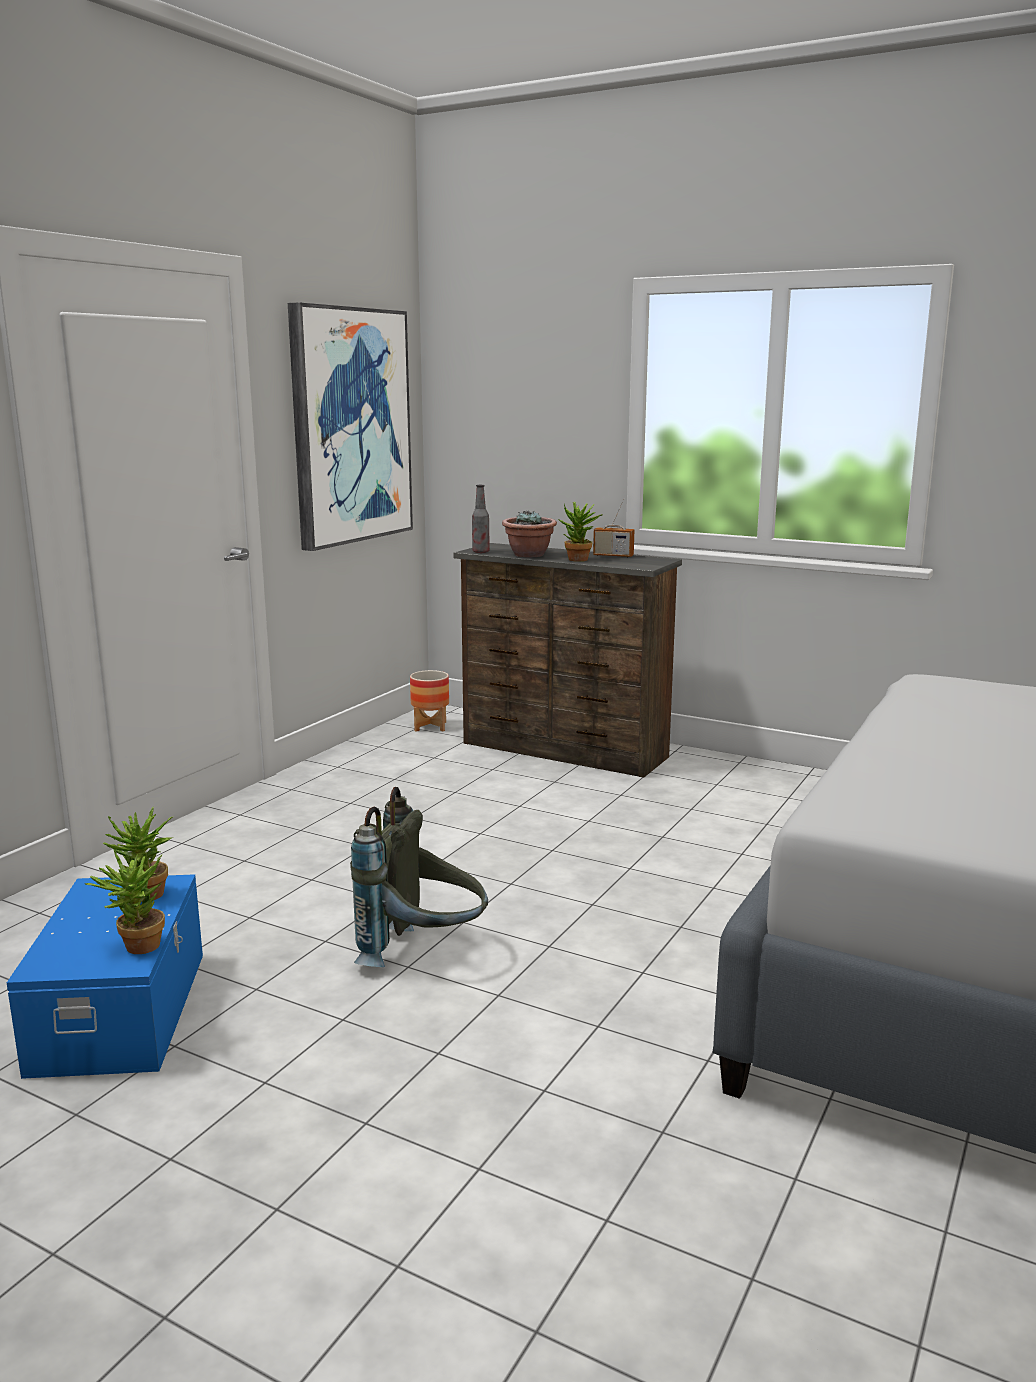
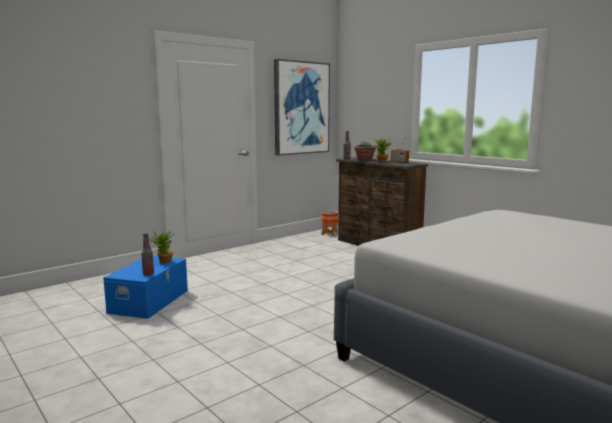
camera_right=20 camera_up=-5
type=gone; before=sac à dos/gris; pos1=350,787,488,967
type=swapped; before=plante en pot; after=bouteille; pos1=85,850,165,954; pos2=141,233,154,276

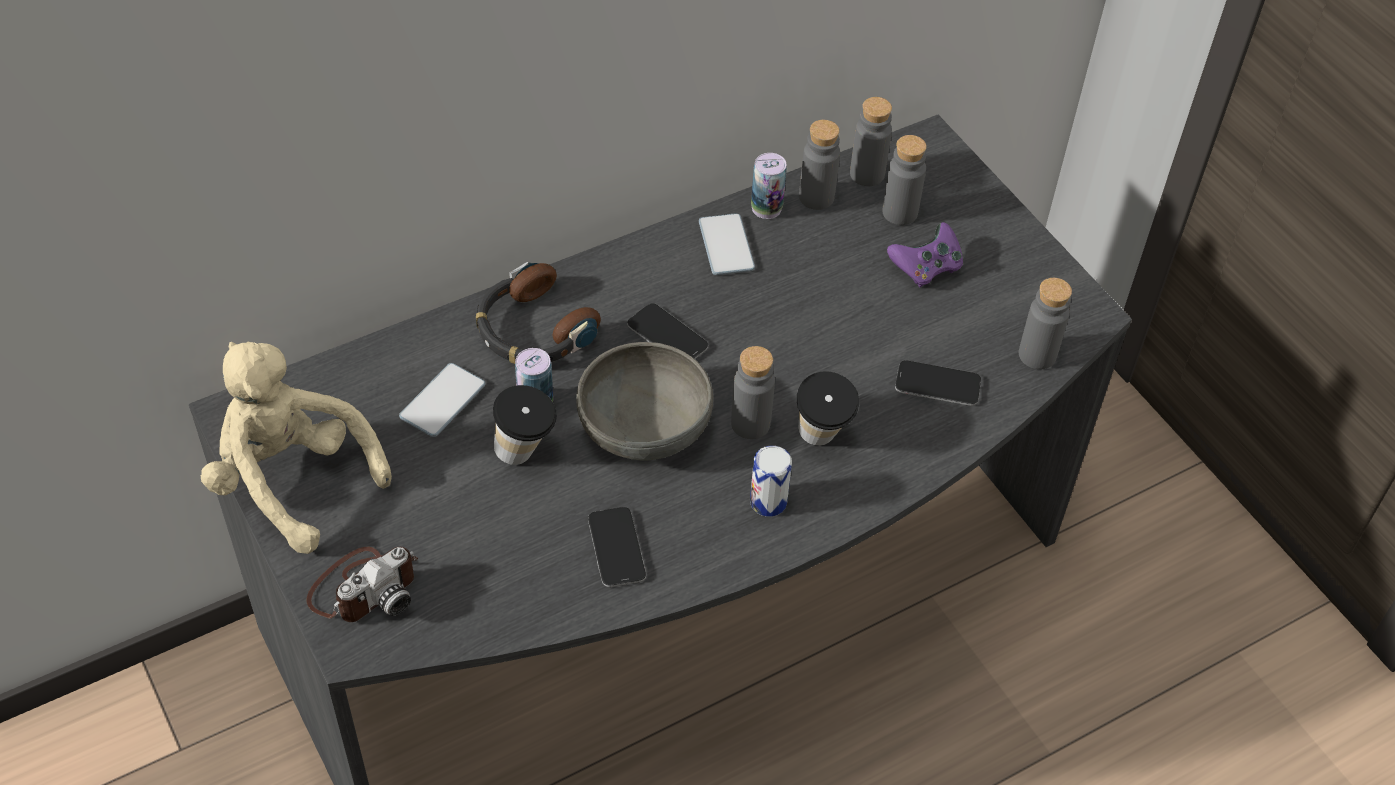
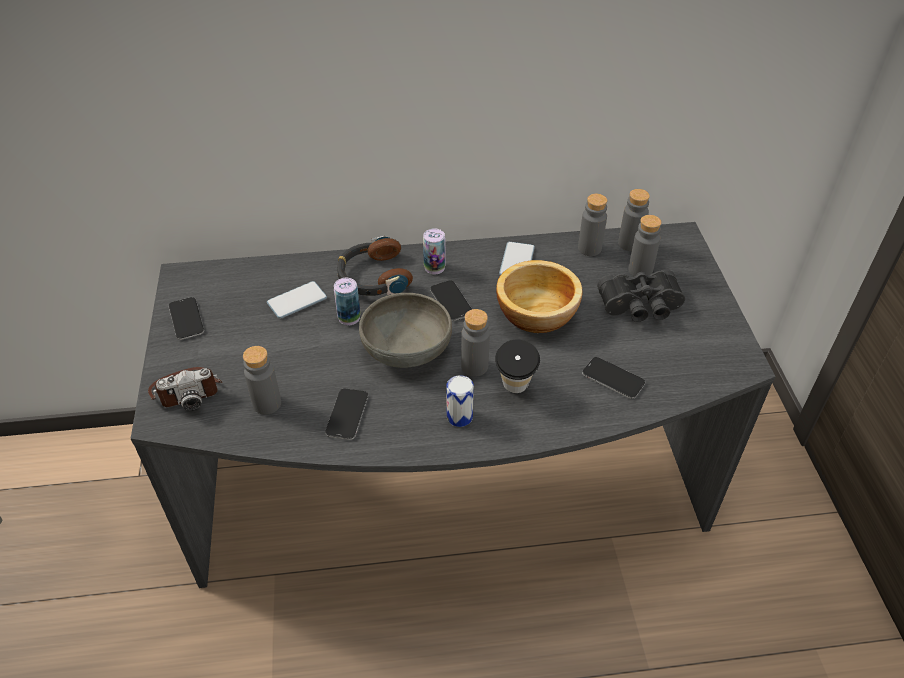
camera_right=25 camera_up=-5
type=shifted; before=boîte métallique; pos1=751,153,787,219; pos2=423,228,446,274
type=swapped; before=manette/violet; after=jumelles/noir; pos1=887,222,963,287; pos2=597,270,685,322
type=shifted; before=bouteille/gris; pos1=1019,278,1072,370; pos2=243,346,281,415
type=swapped; before=peluche/beige; after=téléphone; pos1=201,342,392,554; pos2=169,297,204,340
type=gone; before=tasse; pos1=493,385,557,465
type=new; after=bol; pos2=496,260,582,333

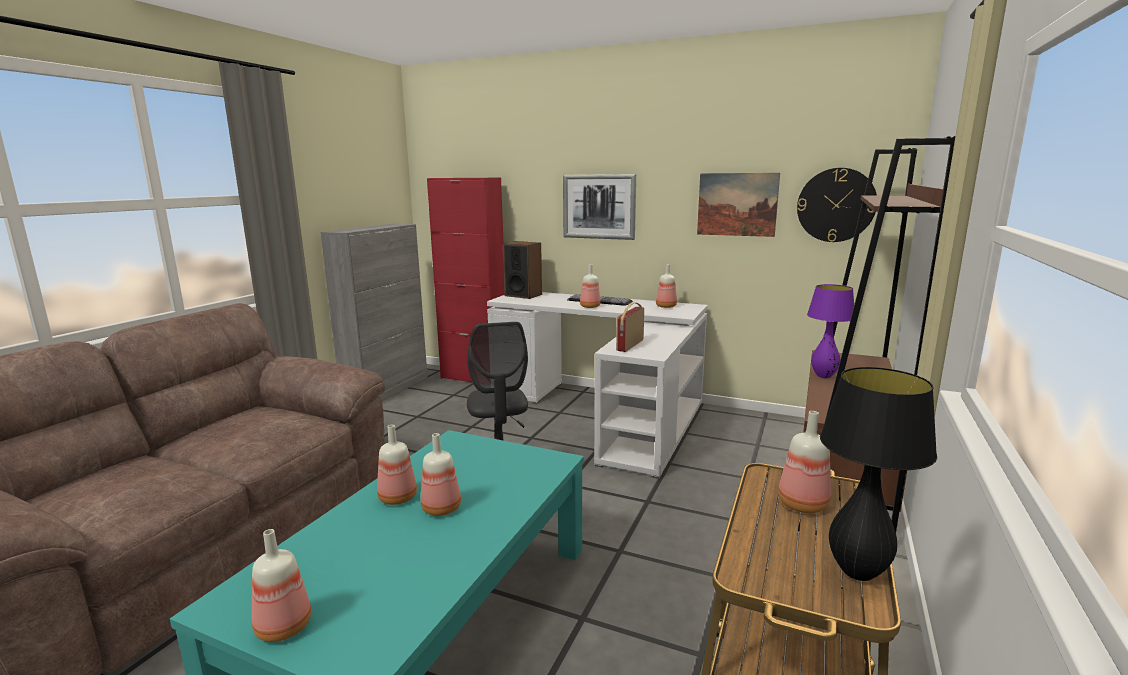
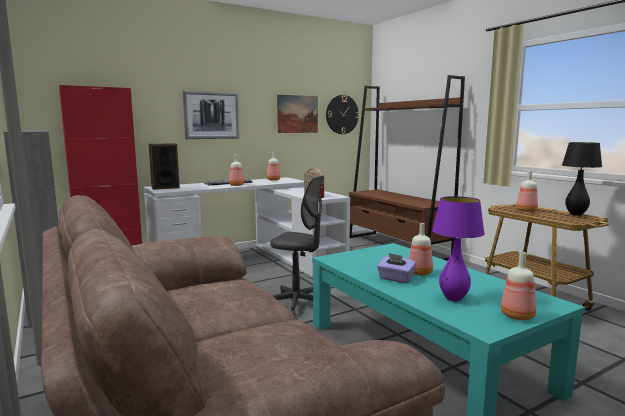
camera_right=-55 camera_up=-5
type=shifted; before=lampe de table/violet; pos1=807,284,854,378; pos2=432,196,485,302
type=swapped; before=bouteille; after=boîte à mouchoirs/violet; pos1=377,425,417,505; pos2=377,253,416,283

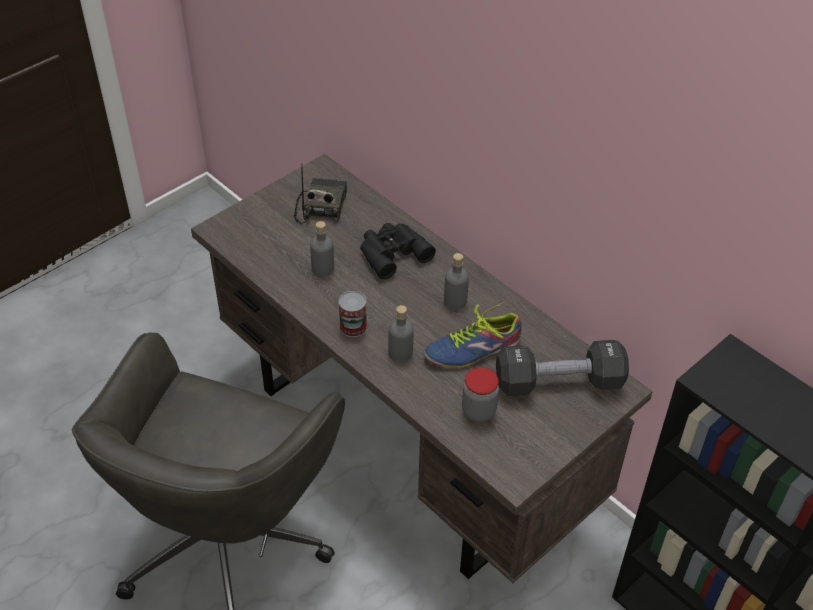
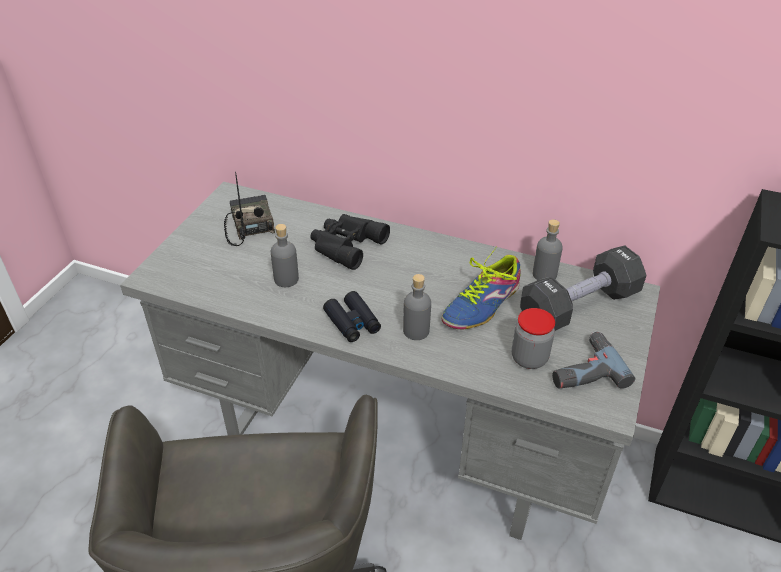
camera_right=-25 camera_up=-5
type=repainted; before=bureau/marron; after=bureau/gris; pos1=191,154,653,583; pos2=120,182,660,540
type=shifted; before=bouteille/gris; pos1=444,253,469,309; pos2=533,219,563,280
type=swapped; before=boîte métallique; after=jumelles/noir; pos1=338,291,367,337; pos2=323,291,381,342
type=new; after=perceuse; pos2=552,331,635,389

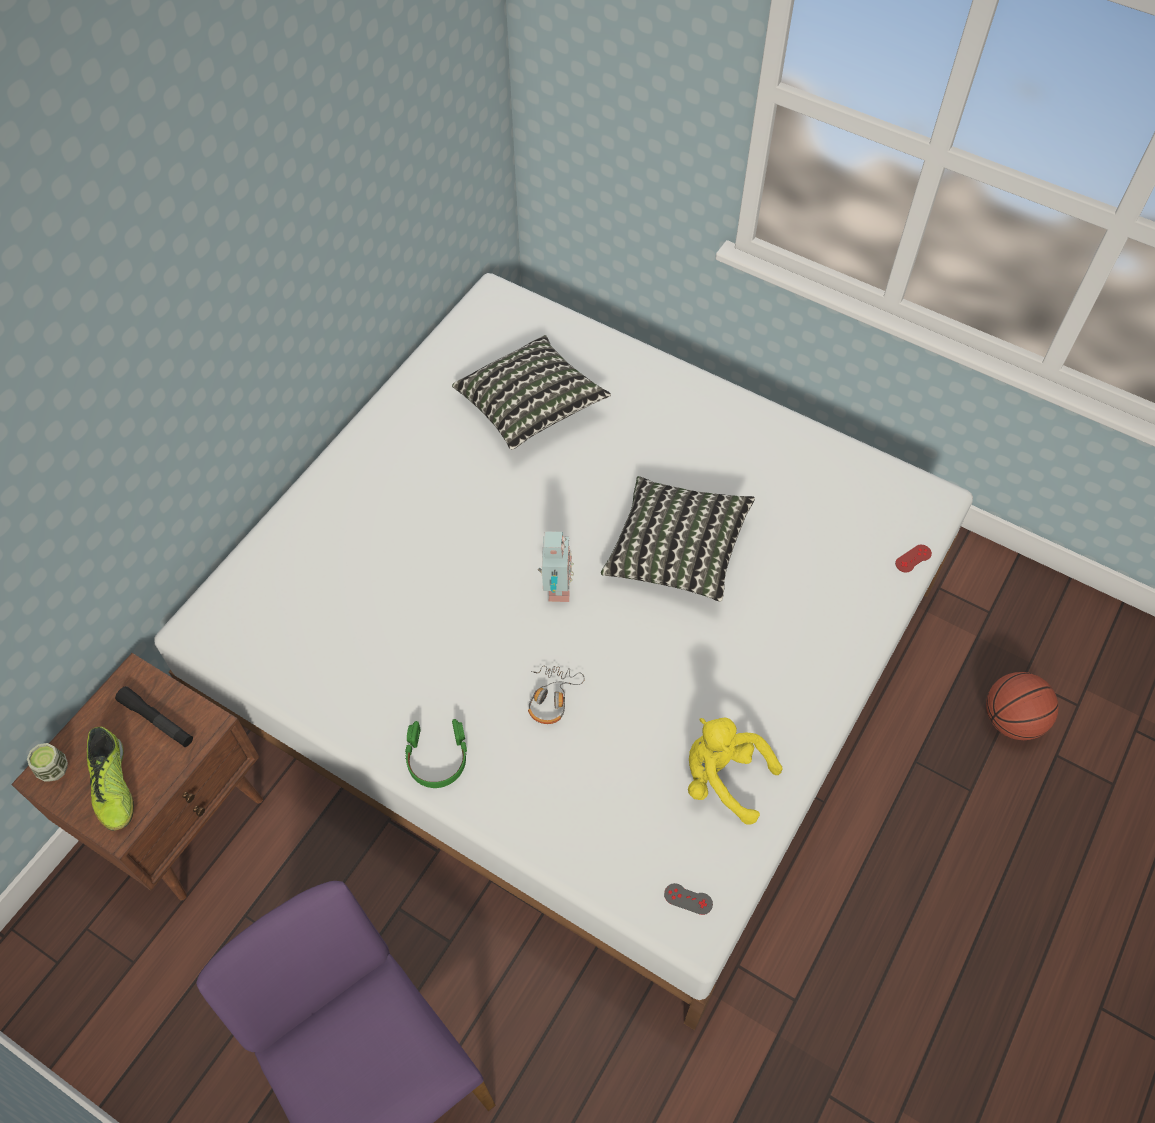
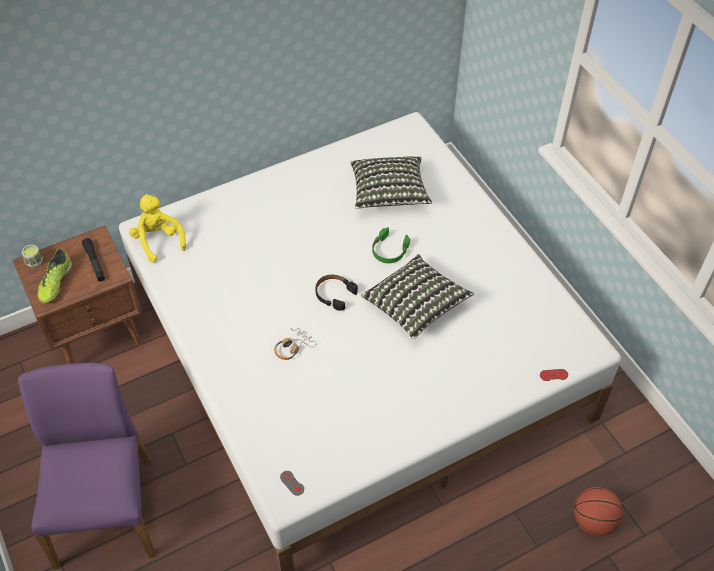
camera_right=30 camera_up=-5
type=swapped; before=robot jouet; after=casque audio/noir; pos1=538,532,574,602; pos2=315,275,358,311
type=shifted; before=peluche/jaune; pos1=688,718,783,825; pos2=129,194,186,263
type=shifted; before=casque audio/vert; pos1=405,719,467,788; pos2=372,227,410,263

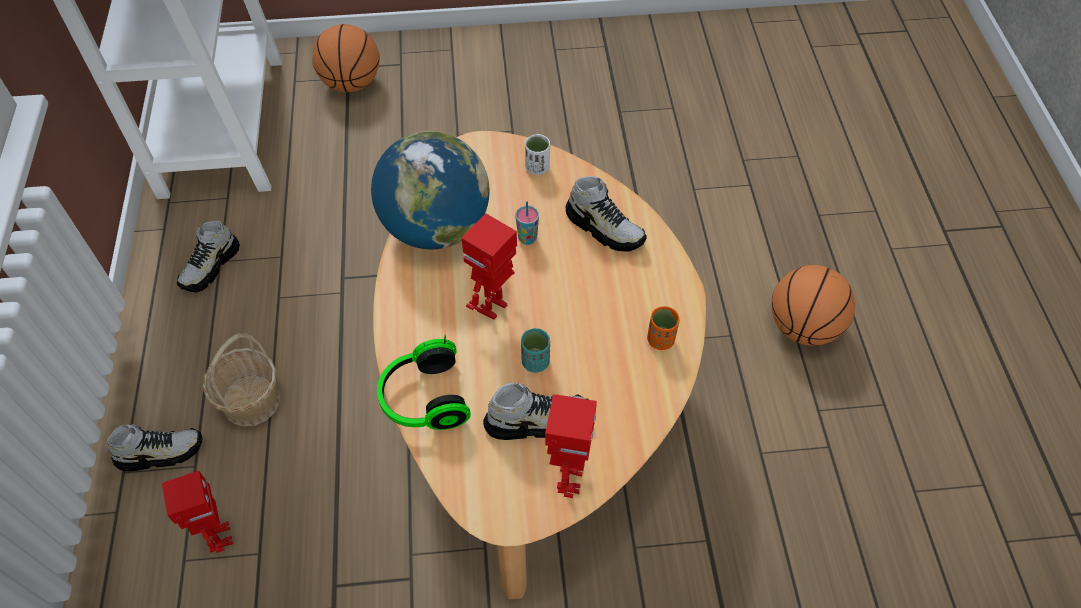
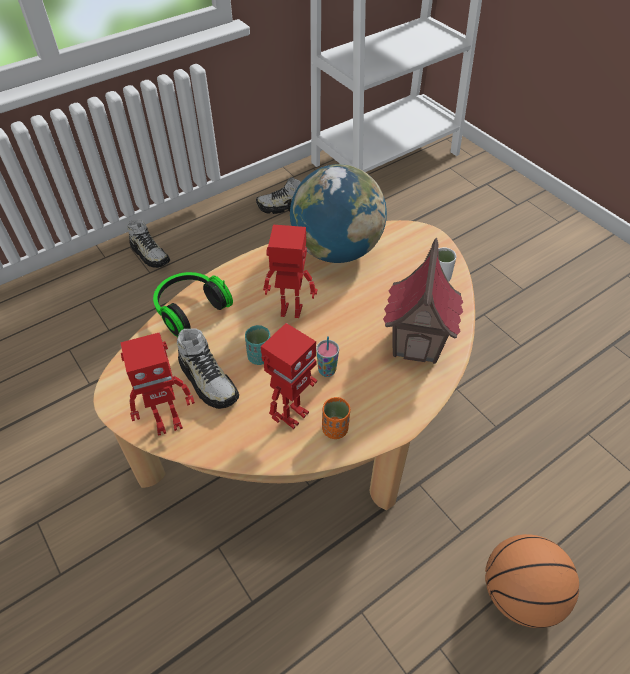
camera_right=60 camera_up=-5
type=gone; before=ballon de basket; pos1=312,24,380,92
type=swapped; before=chaussure; after=maison miniature; pos1=565,176,646,252; pos2=383,238,463,364
type=shifted; before=tasse; pos1=515,201,539,245; pos2=316,336,339,377
type=gone; before=panier; pos1=203,333,280,427
type=shifted; before=robot jouet; pos1=162,471,233,553; pos2=261,323,317,429

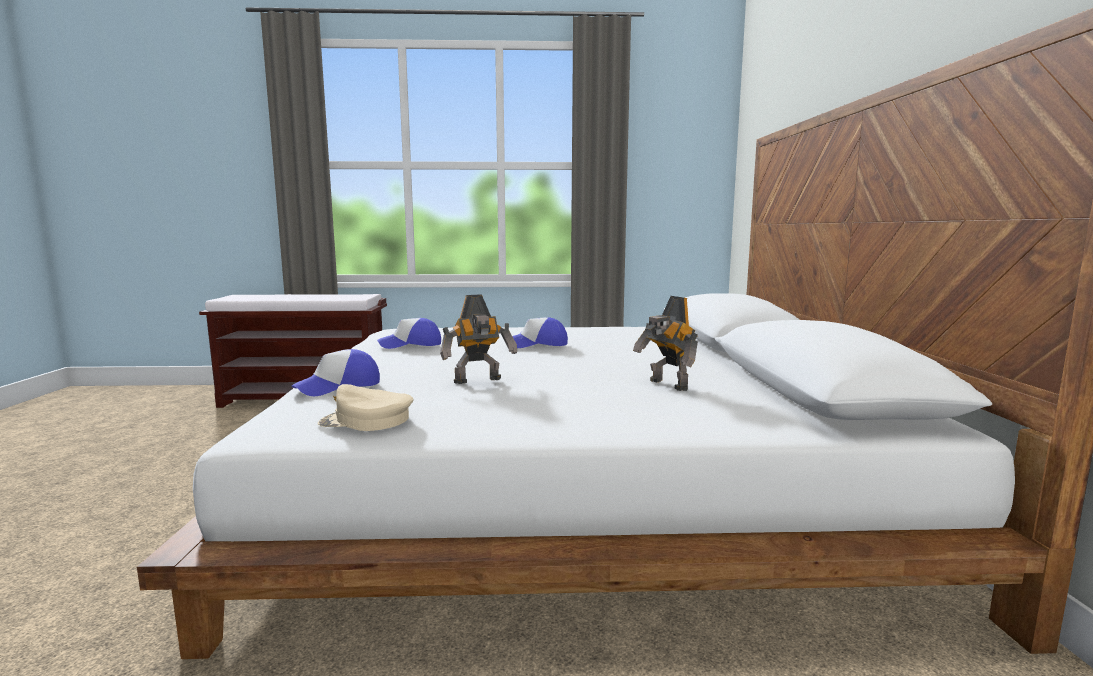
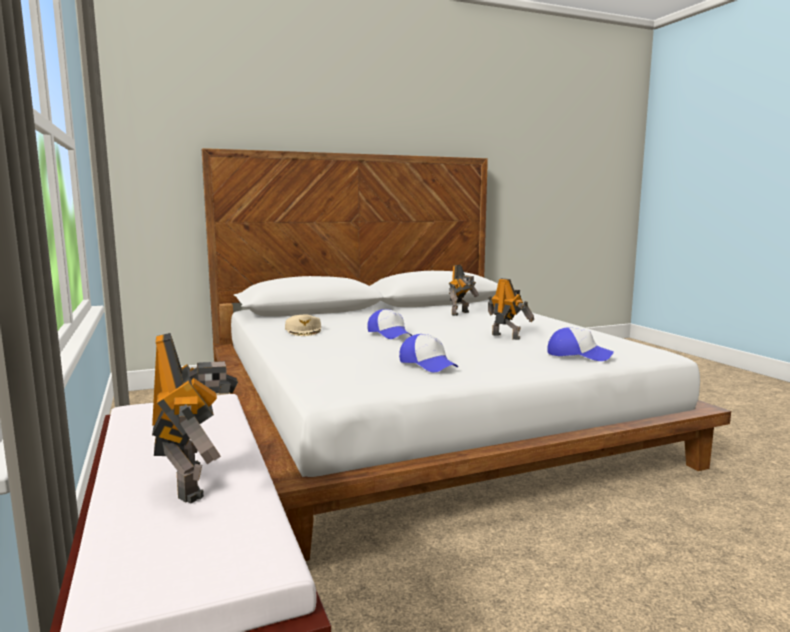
camera_right=-110 camera_up=0
type=shifted; before=casquette/beige; pos1=318,384,413,431; pos2=285,314,321,336
type=new; after=robot jouet; pos2=152,333,238,503

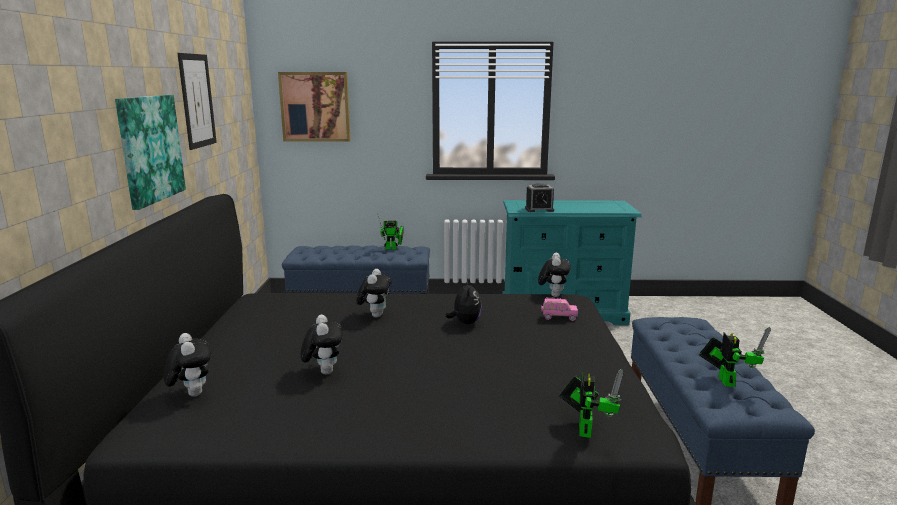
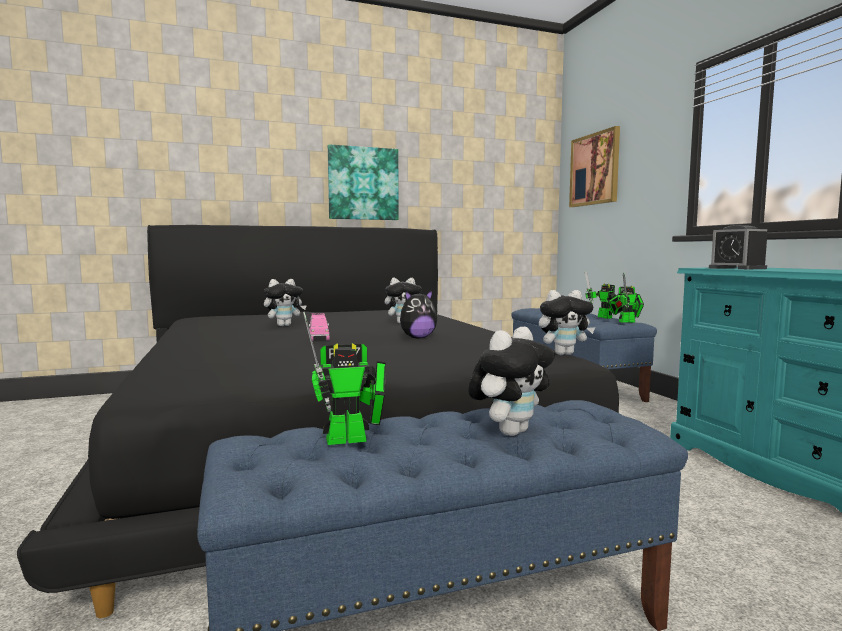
camera_right=70 camera_up=-10
type=gone; before=tableau; pos1=177,53,217,150
type=shifted; before=petite voiture/rose; pos1=541,297,578,321; pos2=309,313,329,341
type=shifted; before=peluche; pos1=164,333,212,397; pos2=468,327,555,436
type=shifted; before=robot jouet; pos1=560,369,624,438; pos2=617,273,644,323

